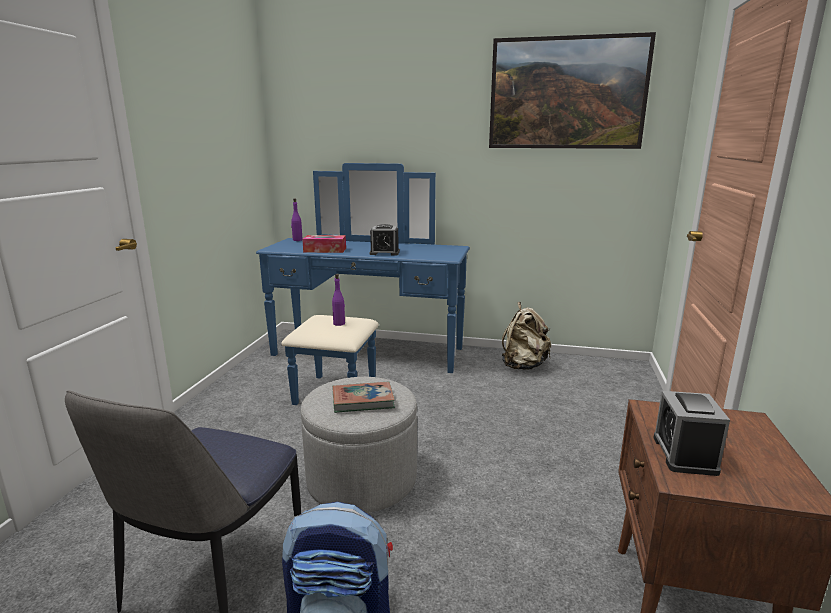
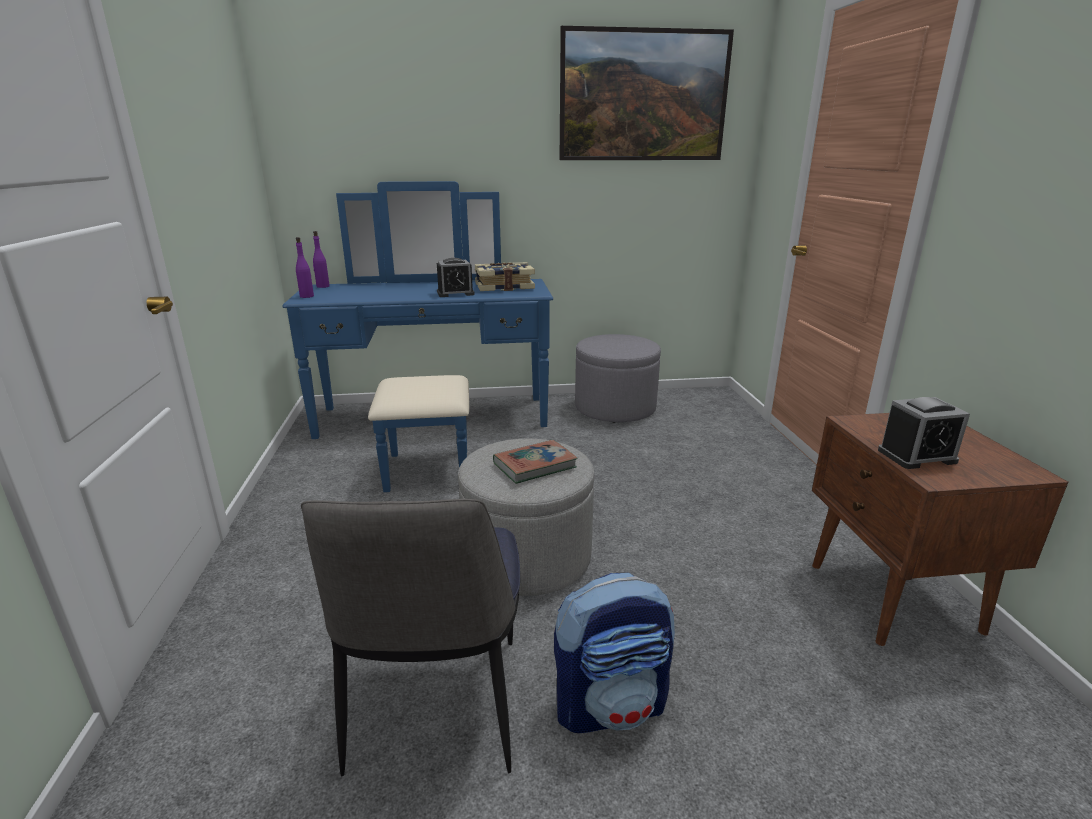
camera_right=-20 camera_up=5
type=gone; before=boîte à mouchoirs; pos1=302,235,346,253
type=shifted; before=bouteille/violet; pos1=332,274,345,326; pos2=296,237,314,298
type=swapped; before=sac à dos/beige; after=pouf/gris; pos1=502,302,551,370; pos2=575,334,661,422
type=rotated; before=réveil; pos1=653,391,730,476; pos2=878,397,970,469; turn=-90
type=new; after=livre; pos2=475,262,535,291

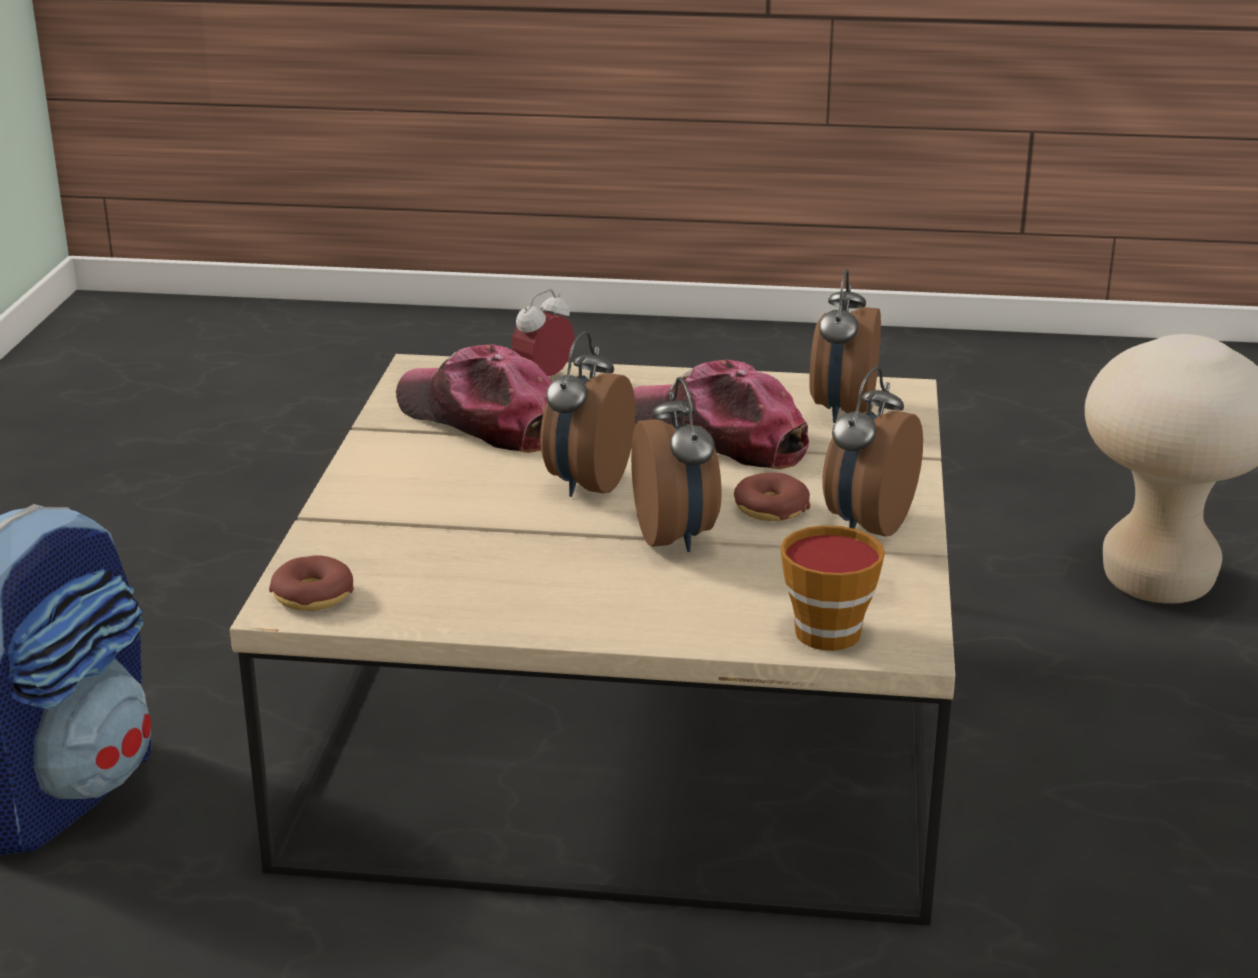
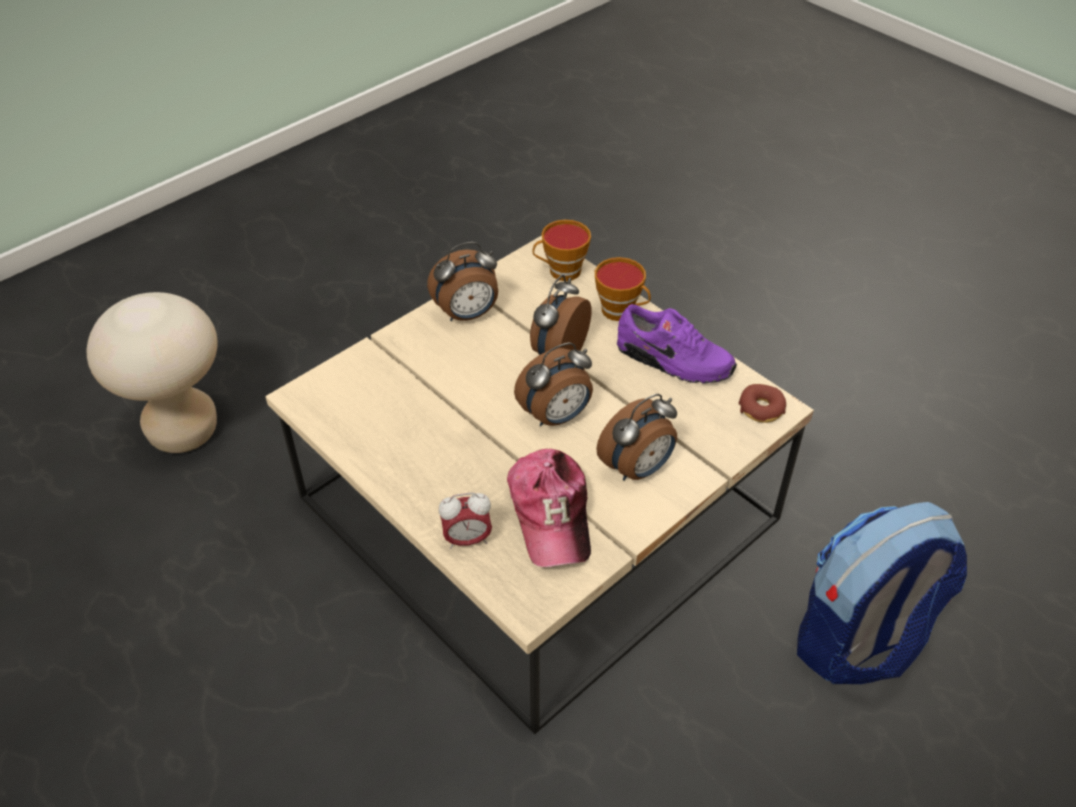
camera_right=-140 camera_up=20
type=shifted; before=réveil; pos1=809,269,881,423; pos2=596,394,677,481
type=gone; before=casquette; pos1=633,360,809,470
type=gone; before=beignet; pos1=734,472,810,521
type=new; after=tasse; pos2=595,257,651,321
type=new; after=chaussure/violet; pos2=617,304,737,383

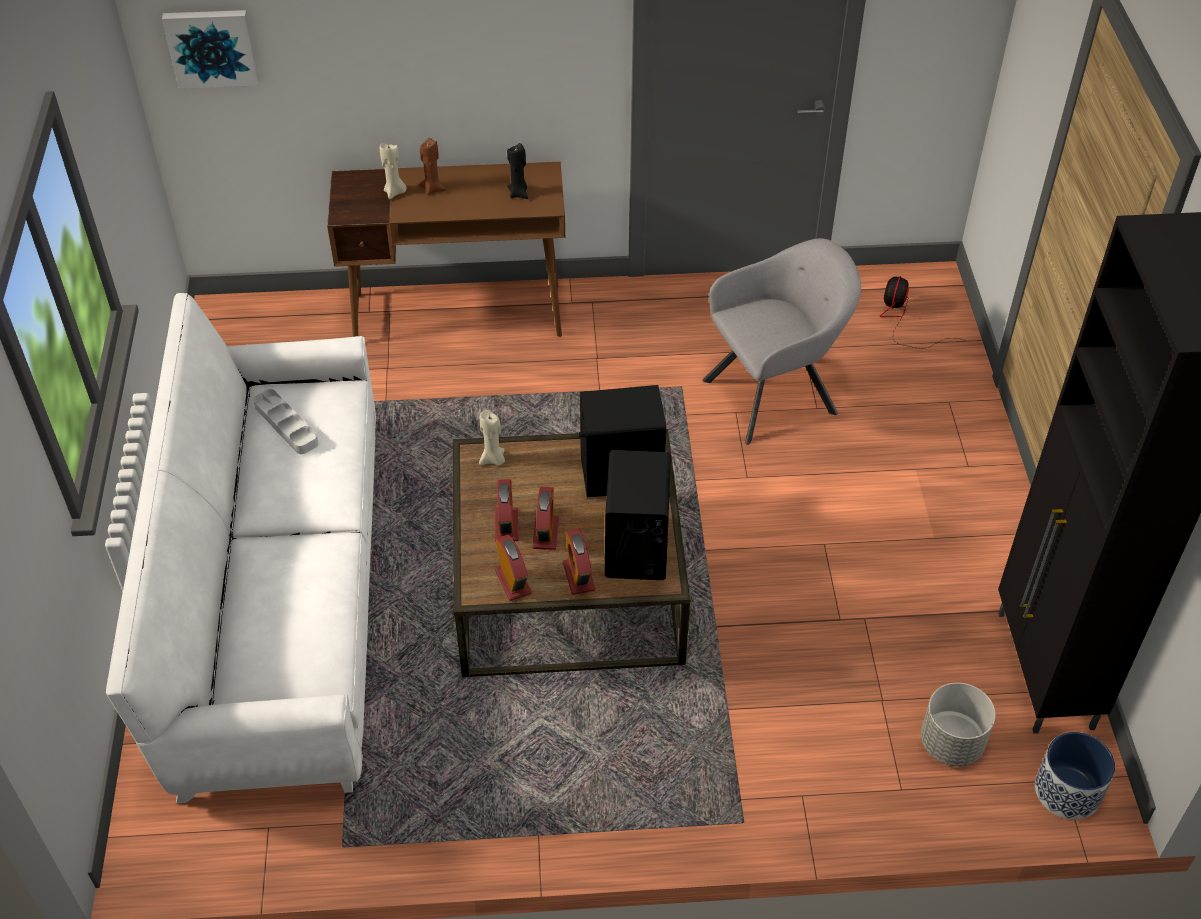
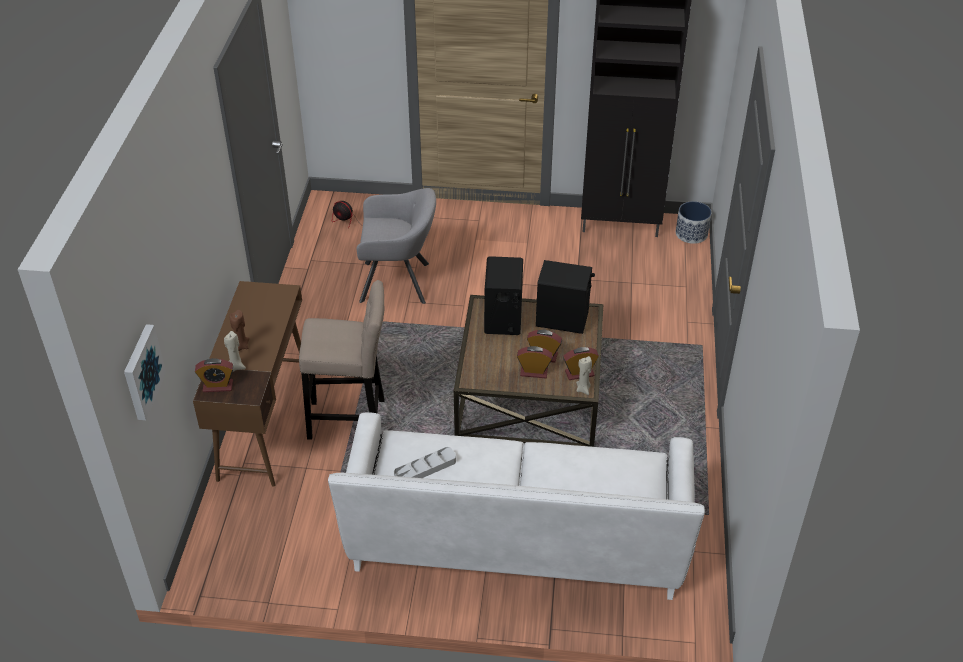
camera_right=-80 camera_up=-5
type=gone; before=bougie/noir; pos1=507,143,528,199
type=rotated; before=fauteuil/gris; pos1=702,238,861,445; pos2=357,188,436,304; turn=105
type=shifted; before=bougie/beige; pos1=479,410,505,465; pos2=576,356,592,395
type=shifted; before=réveil; pos1=563,529,595,595; pos2=195,358,234,392
type=gone; before=cache-pot/gris; pos1=921,683,996,766
type=new; after=tabouret/beige; pos2=299,280,385,440

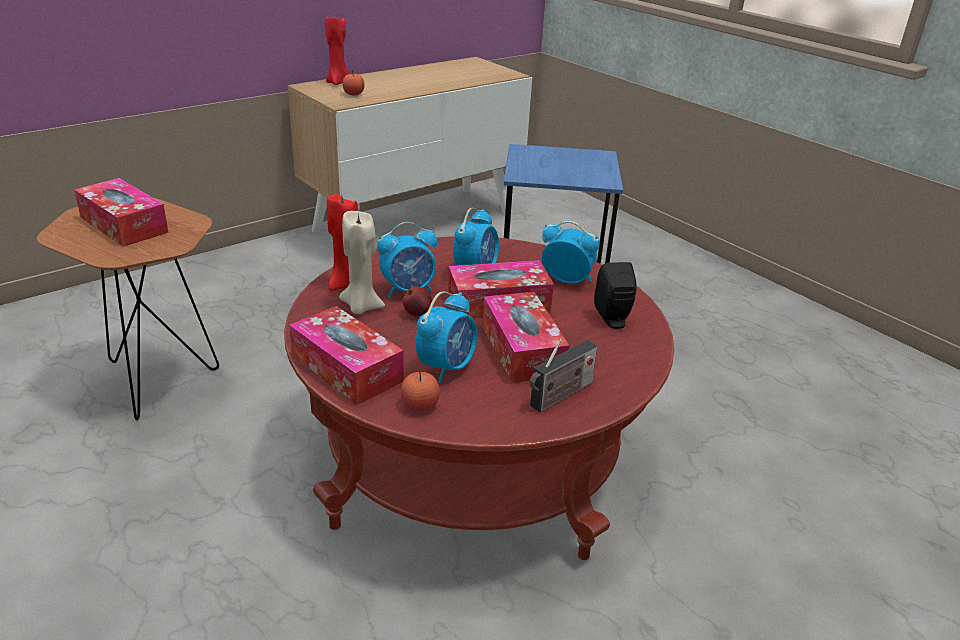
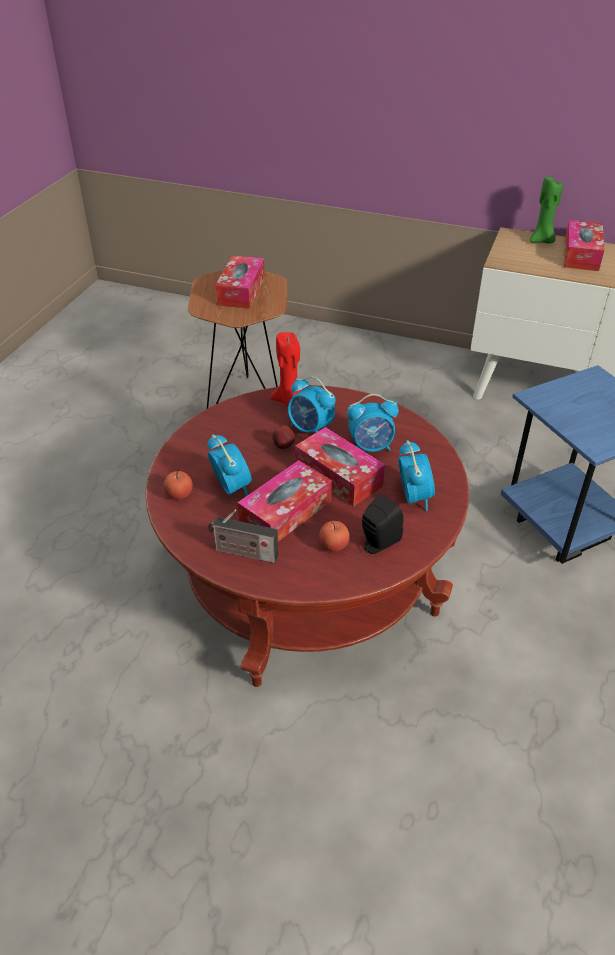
camera_right=60 camera_up=10
type=repainted; before=bougie/rouge; after=bougie/vert; pos1=325,16,350,85; pos2=530,177,563,244
type=shifted; before=pomme; pos1=342,70,365,96; pos2=319,521,350,552
type=gone; before=bougie/beige; pos1=339,211,385,314
type=rotated; before=réveil; pos1=415,291,477,384; pos2=207,434,252,496; turn=-120
type=shifted; before=boîte à mouchoirs; pos1=289,306,404,405; pos2=564,220,604,271

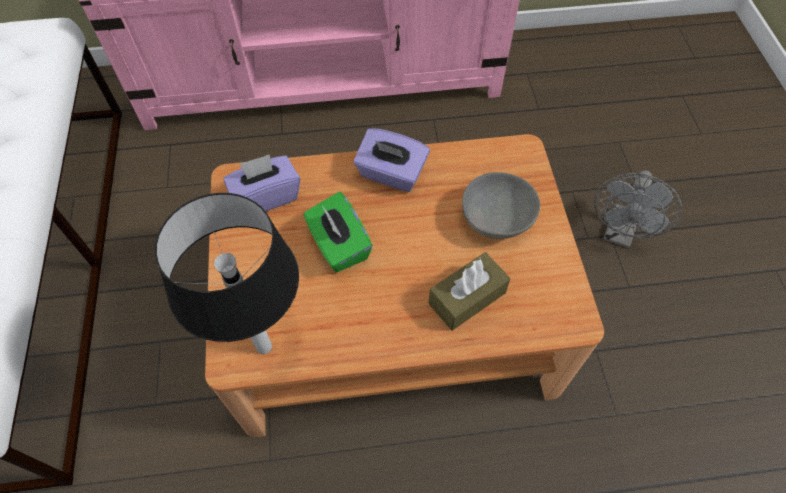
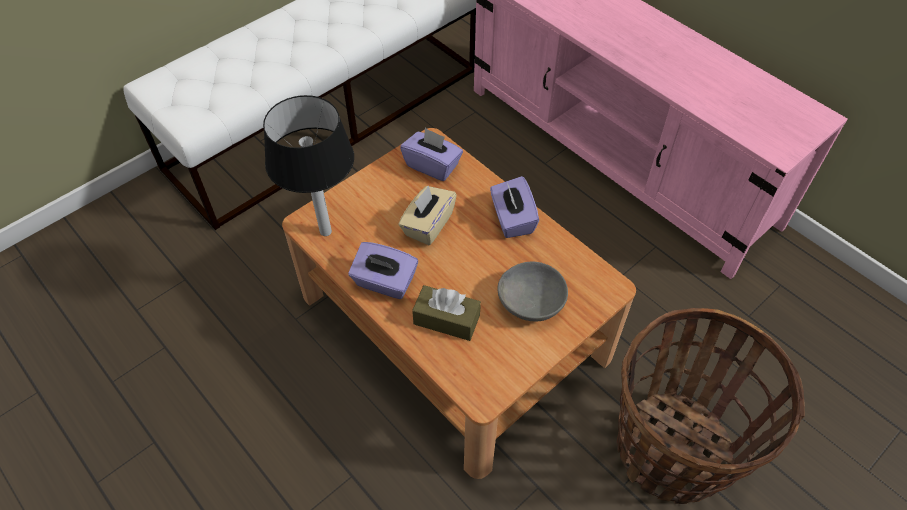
camera_right=55 camera_up=-5
type=swapped; before=ventilateur/gris; after=panier; pos1=594,171,682,248; pos2=616,308,805,504
type=repainted; before=boîte à mouchoirs/vert; after=boîte à mouchoirs/beige; pos1=304,192,373,272; pos2=398,186,457,245
type=new; after=boîte à mouchoirs/violet; pos2=348,242,418,299

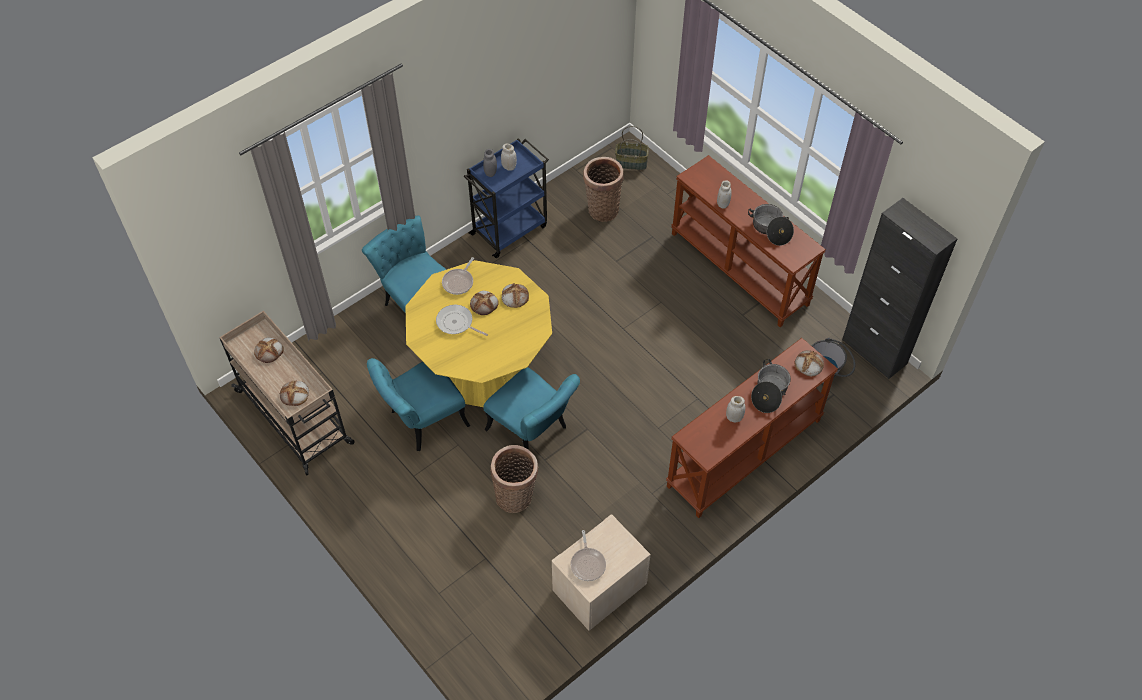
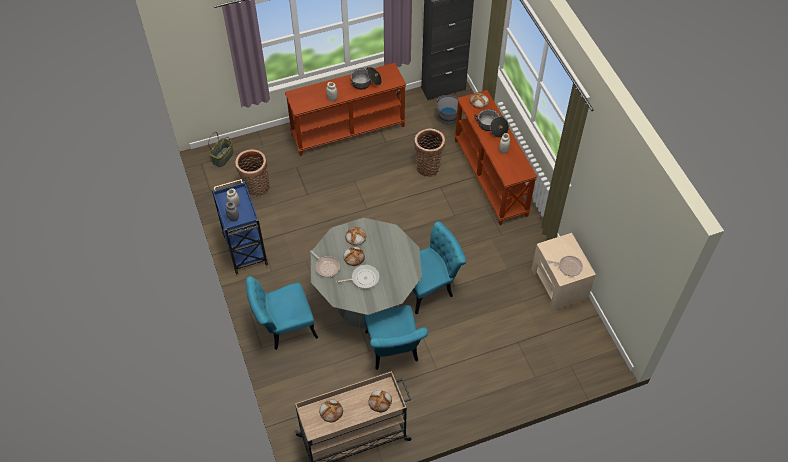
camera_right=-70 camera_up=0
type=repainted; before=table à manger/jaune; after=table à manger/gris; pos1=405,260,552,407; pos2=311,218,422,329
type=rotated; before=poêle; pos1=436,305,488,336; pos2=336,265,380,288; turn=-150
type=shifted; before=panier; pos1=490,445,538,513; pos2=414,128,445,177

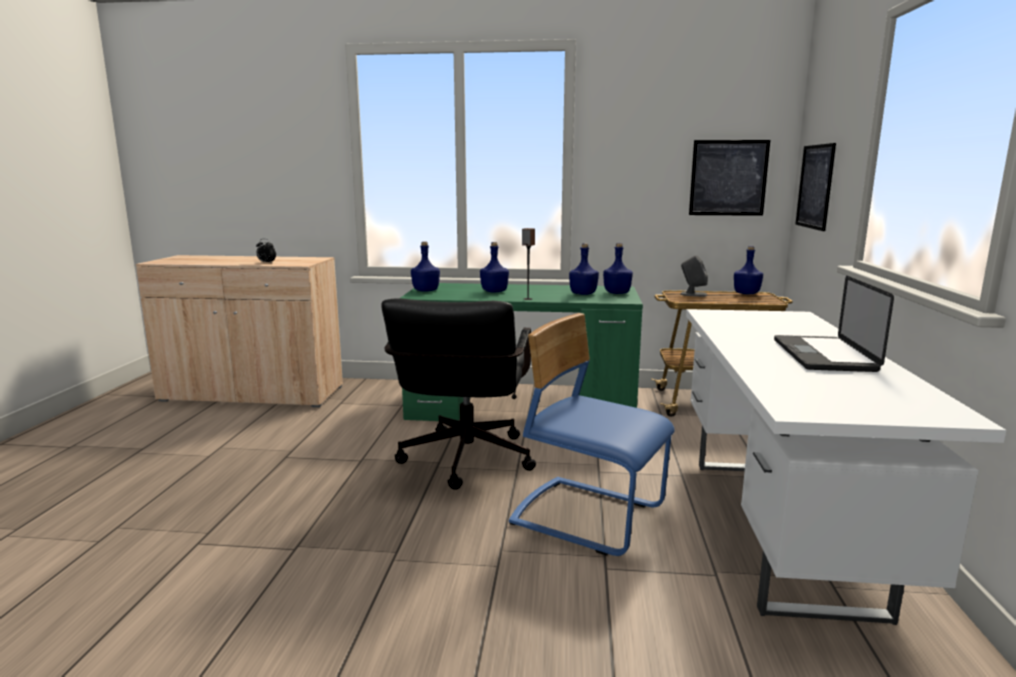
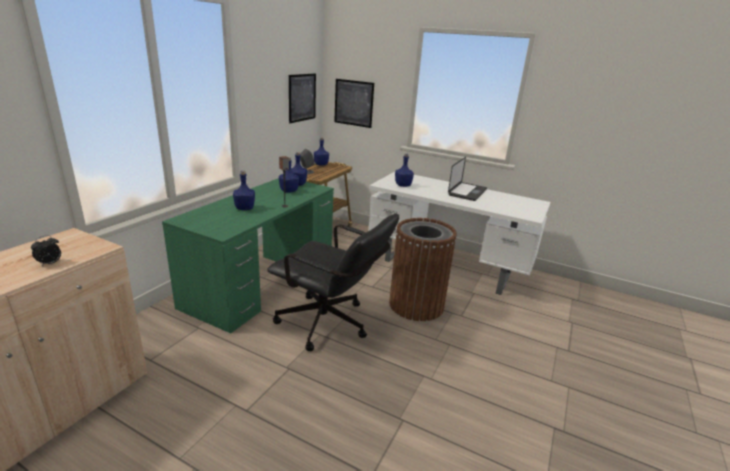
camera_right=-70 camera_up=10
type=shifted; before=bouteille/bleu; pos1=411,241,440,292; pos2=395,154,414,187
type=rotated; before=ordinateur portable; pos1=774,276,894,372; pos2=448,157,487,201; turn=-90
type=swapped; before=chaise/bleu; after=poubelle/marron; pos1=509,313,675,556; pos2=389,218,457,321

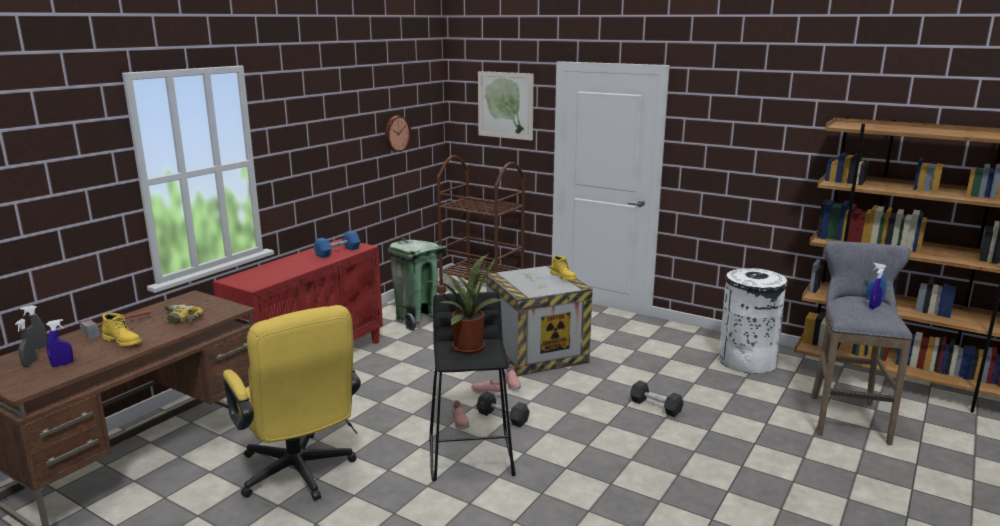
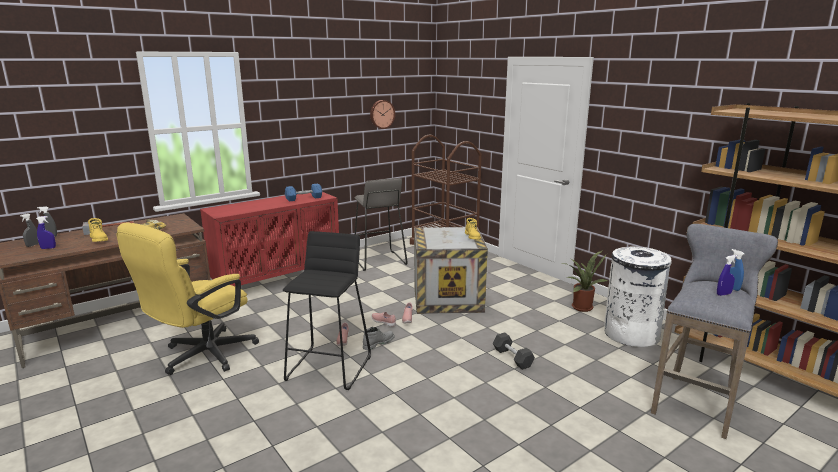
camera_right=20 camera_up=0
type=gone; before=tableau; pos1=478,71,534,141
type=swapped; before=poubelle/vert; after=tabouret/gris; pos1=388,238,448,331; pos2=354,178,408,271
type=shifted; before=plante en pot; pos1=427,253,503,354; pos2=562,250,607,312
type=rotated; before=chaise de bureau/jaune; pos1=223,305,361,501; pos2=117,222,259,375; turn=45
type=swapped; before=haltère/gris; after=botte/gris; pos1=477,391,529,427; pos2=363,327,395,350

